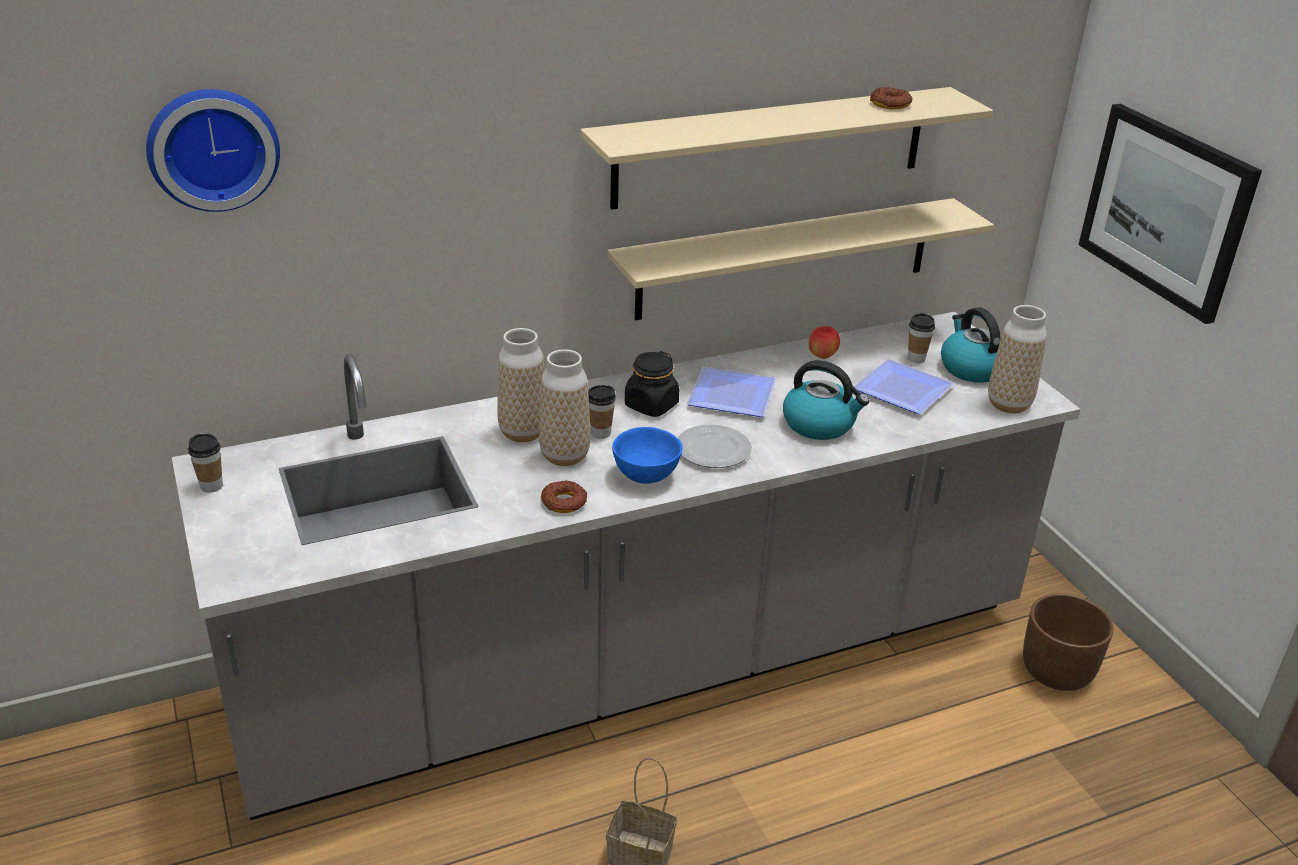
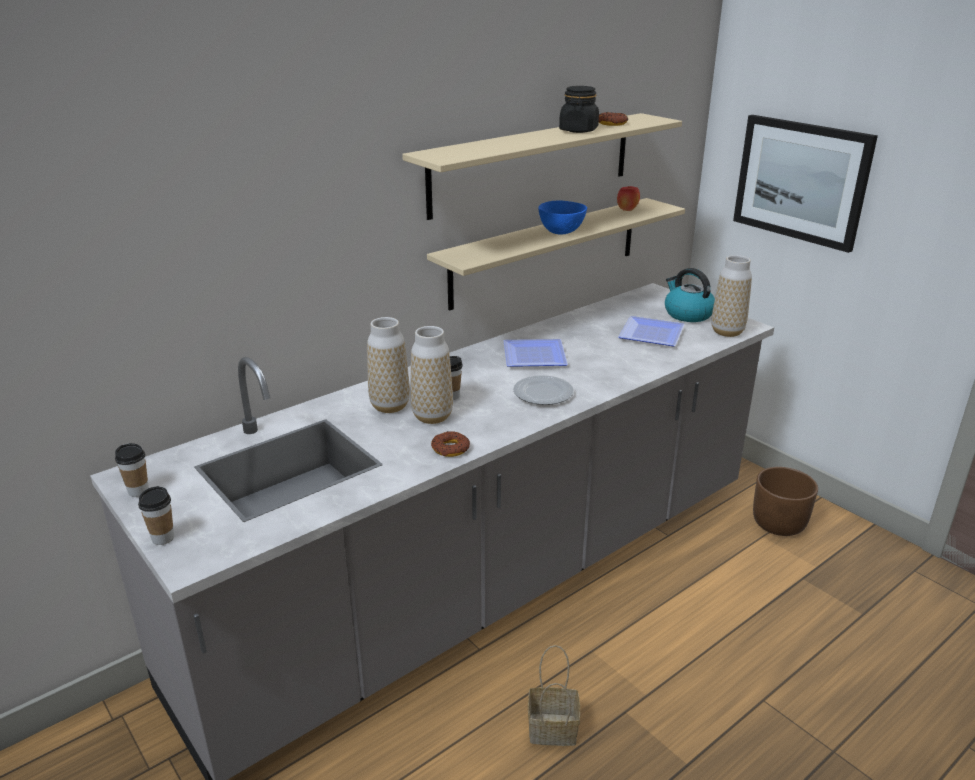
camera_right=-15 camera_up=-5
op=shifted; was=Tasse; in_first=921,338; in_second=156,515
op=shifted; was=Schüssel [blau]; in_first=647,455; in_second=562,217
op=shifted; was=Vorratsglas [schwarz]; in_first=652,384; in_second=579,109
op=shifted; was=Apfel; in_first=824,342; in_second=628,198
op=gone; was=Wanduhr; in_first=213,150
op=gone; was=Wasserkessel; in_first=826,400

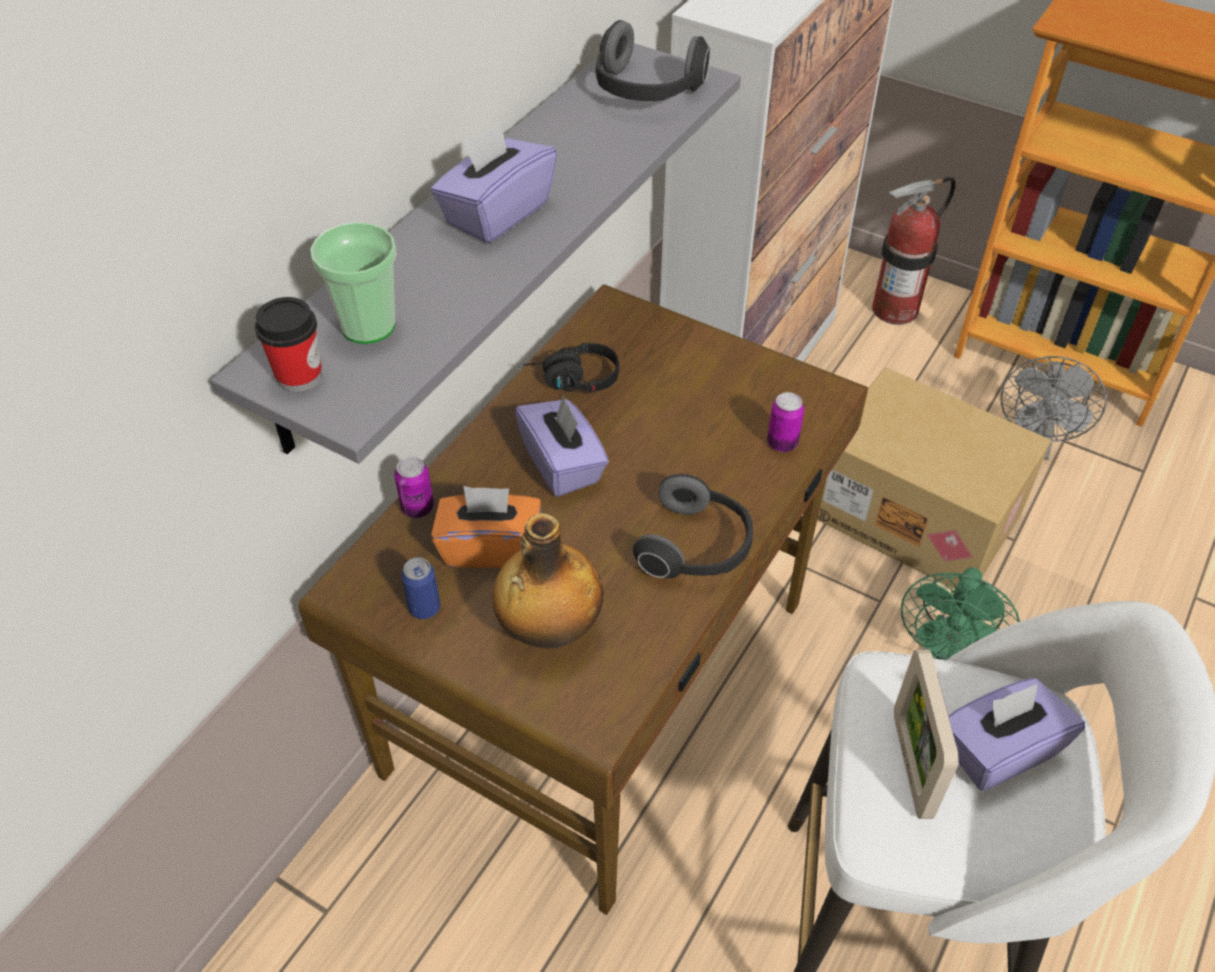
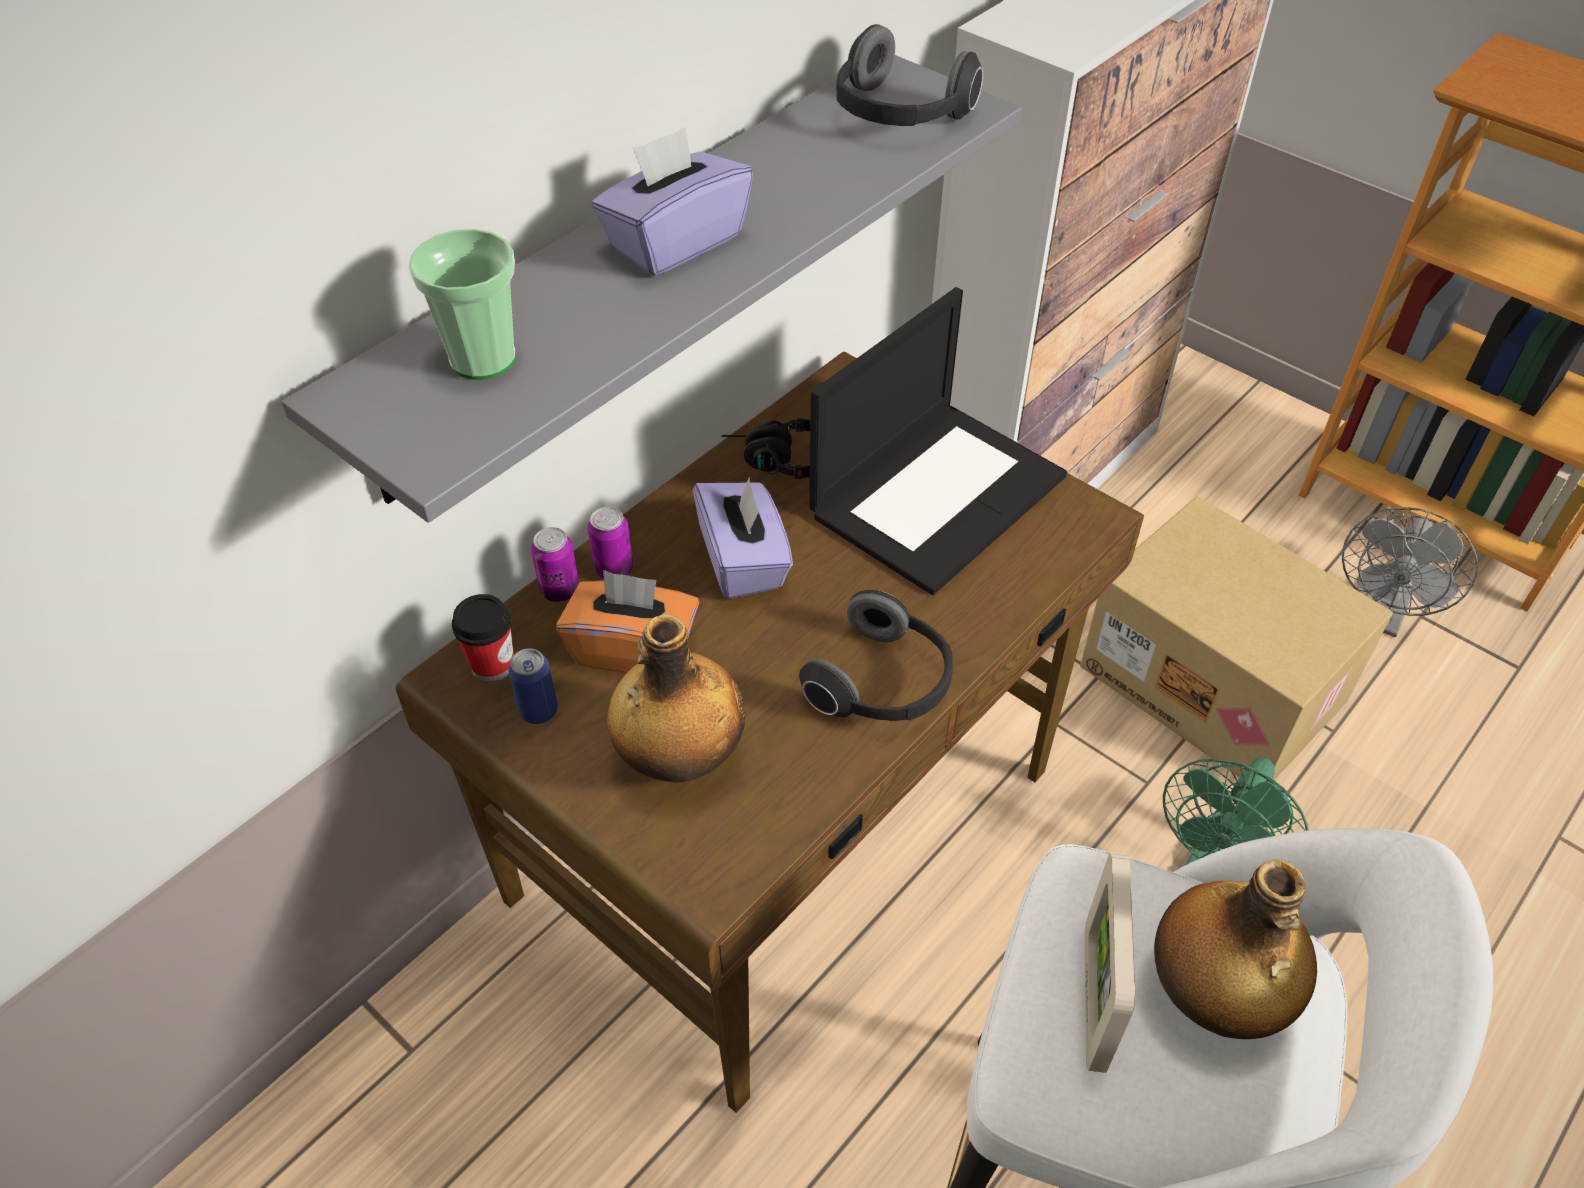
camera_right=10 camera_up=0
op=shifted; was=Tasse; in_first=288,344; in_second=483,638
op=shifted; was=Dose; in_first=785,422; in_second=610,543
op=new; now=Laptop; in_second=938,441
op=swapped; was=Taschentuchbox [lila]; now=Flasche; in_first=1016,734; in_second=1235,949
op=gone; was=Feuerlöscher; in_first=913,250

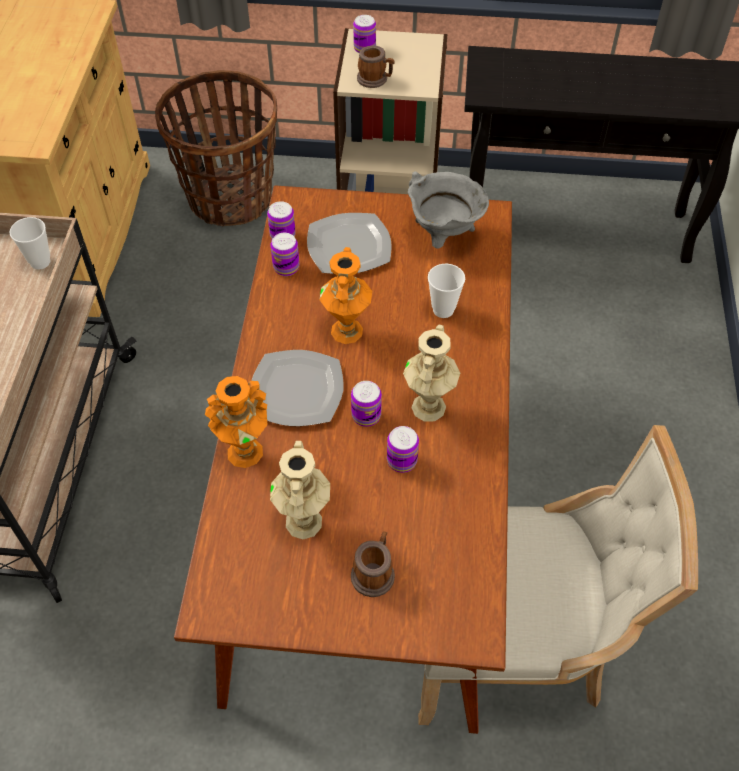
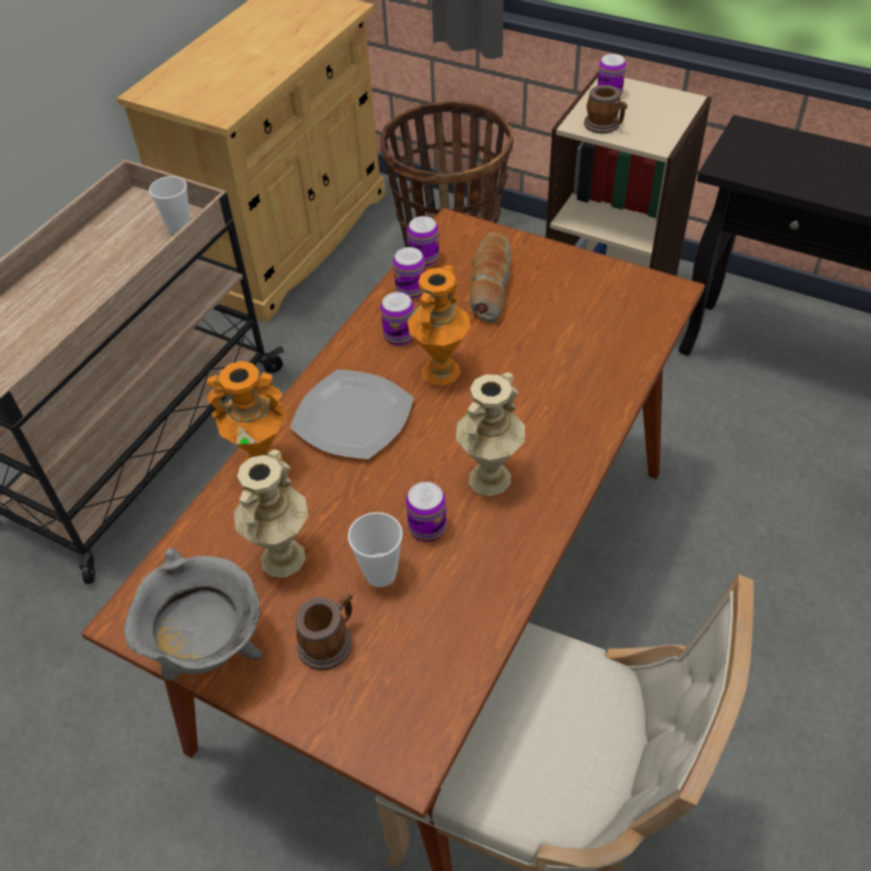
camera_right=25 camera_up=-5
op=shifted; was=Kochtopf [grau]; in_first=448,209; in_second=193,614
op=shifted; was=Tasse; in_first=446,291; in_second=375,549
op=shifted; was=Dose; in_first=366,404; in_second=397,319
op=swapped; was=Teller; now=Brot; in_first=349,243; in_second=491,277

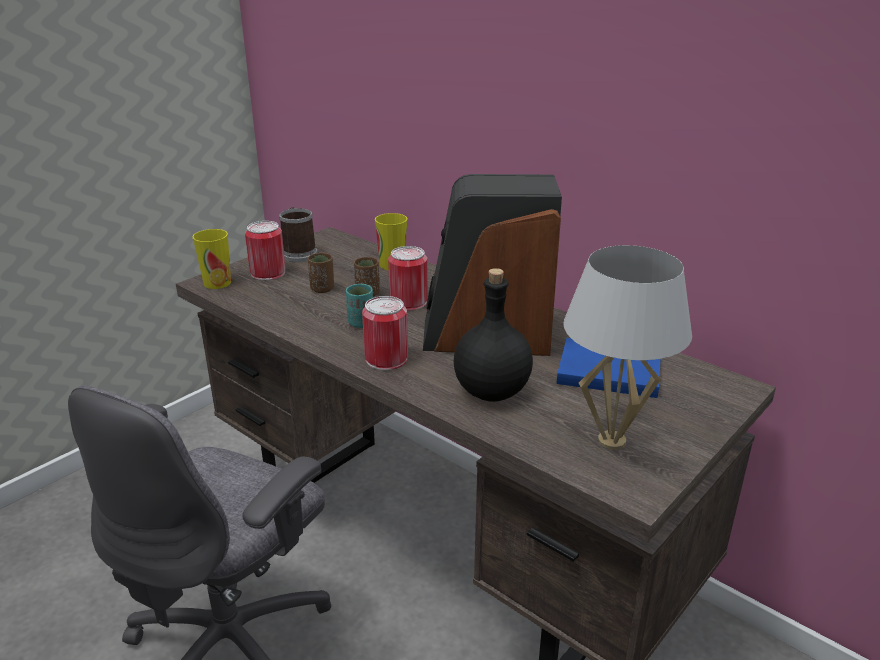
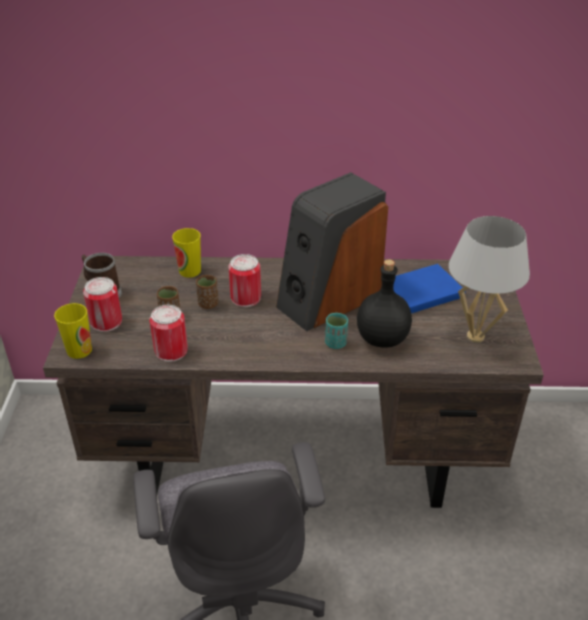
camera_right=-40 camera_up=10
op=shifted; was=Dose; in_first=385,333; in_second=168,333
op=shifted; was=Tasse [türkis]; in_first=359,306; in_second=336,331

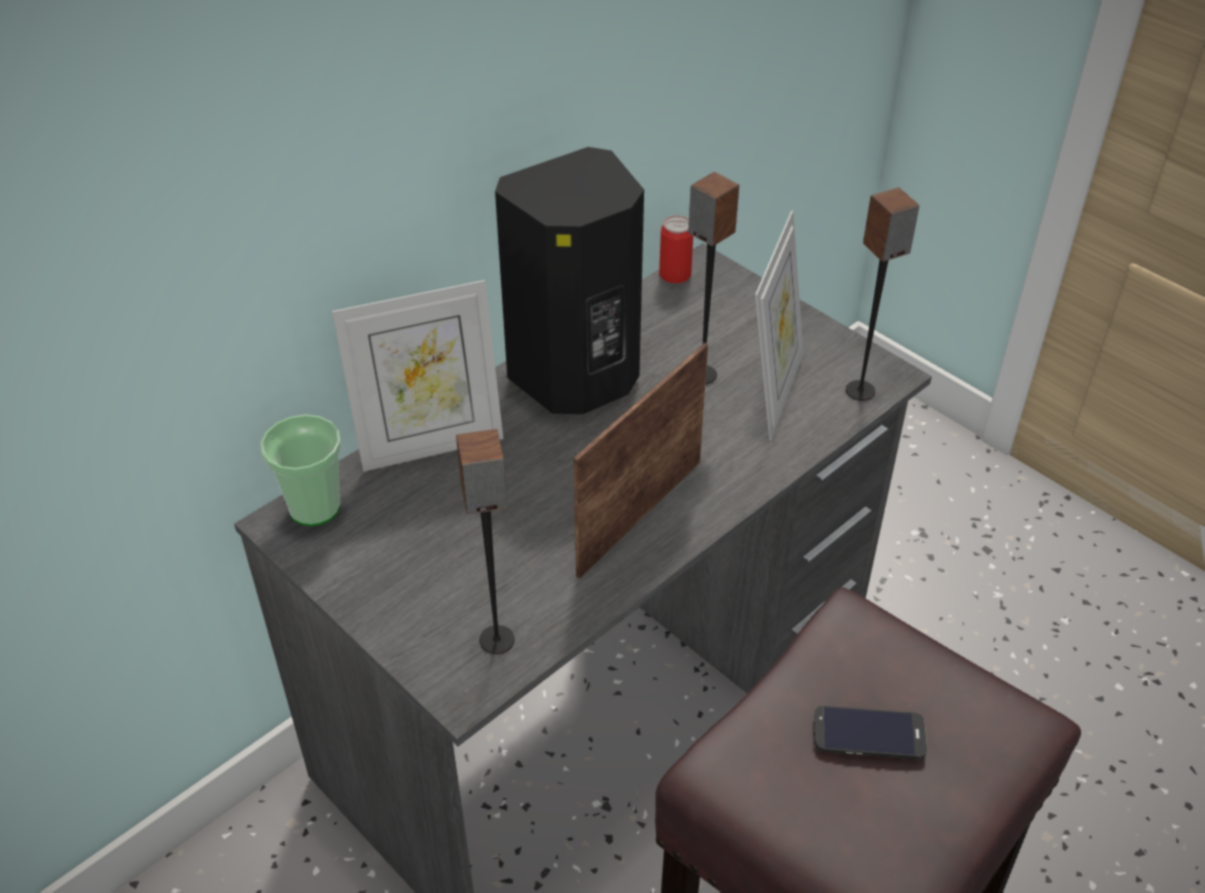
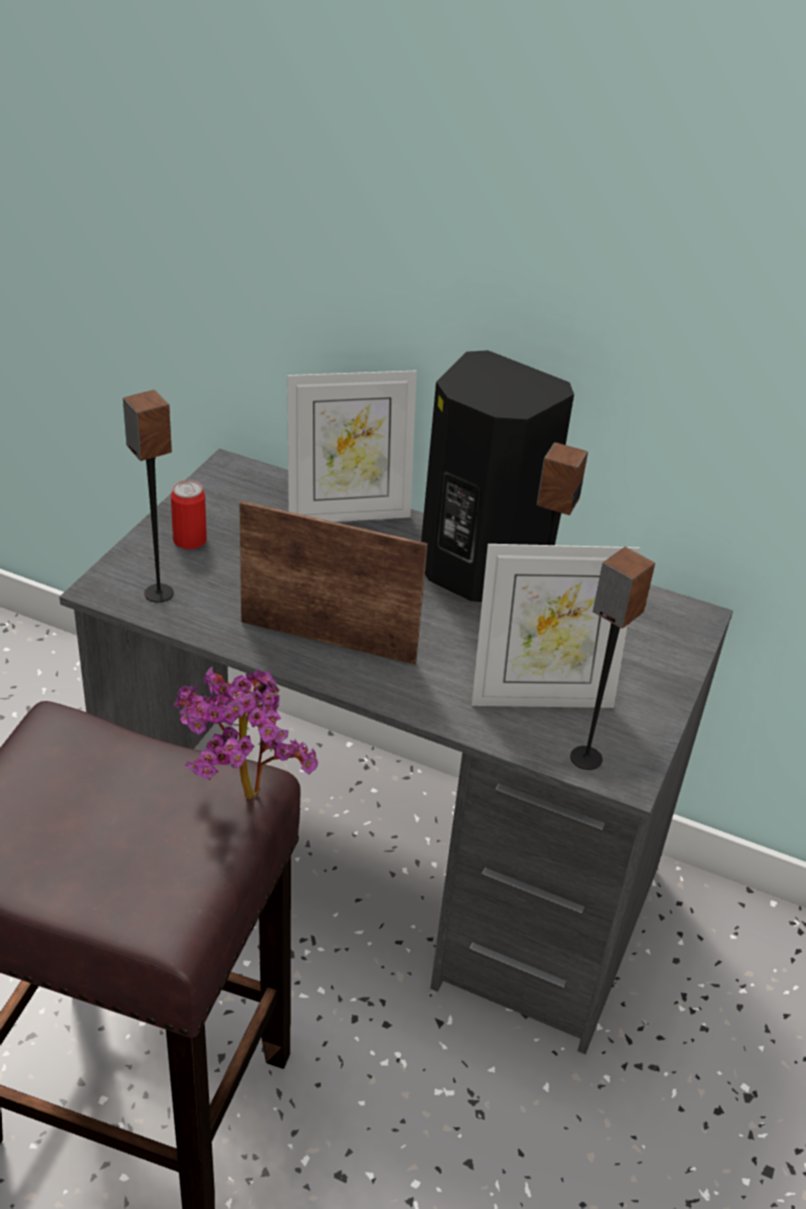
camera_right=65 camera_up=-5
op=shifted; was=Dose; in_first=676,249; in_second=189,515
op=new; now=Topfpflanze; in_second=245,732
op=rotated; was=Bilderrahmen; in_first=417,376; in_second=352,446; clockwise=-60
op=gone; was=Tasse; in_first=300,470
op=gone; was=Handy; in_first=870,732

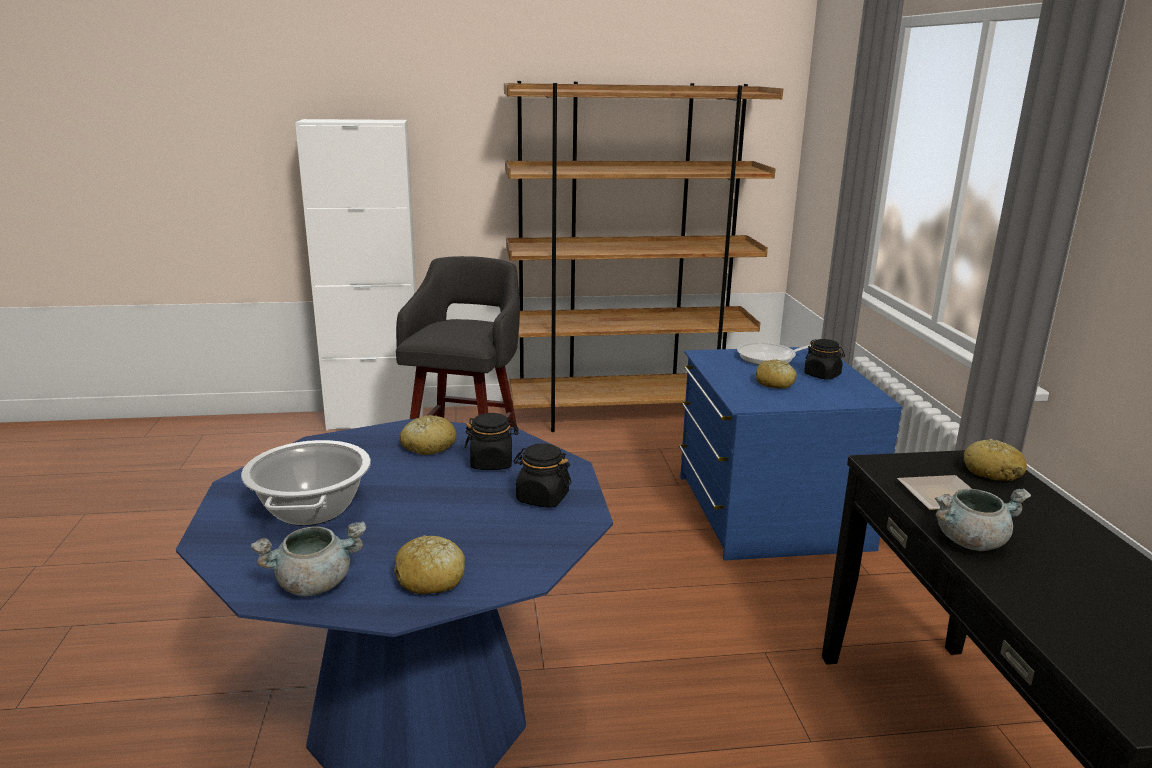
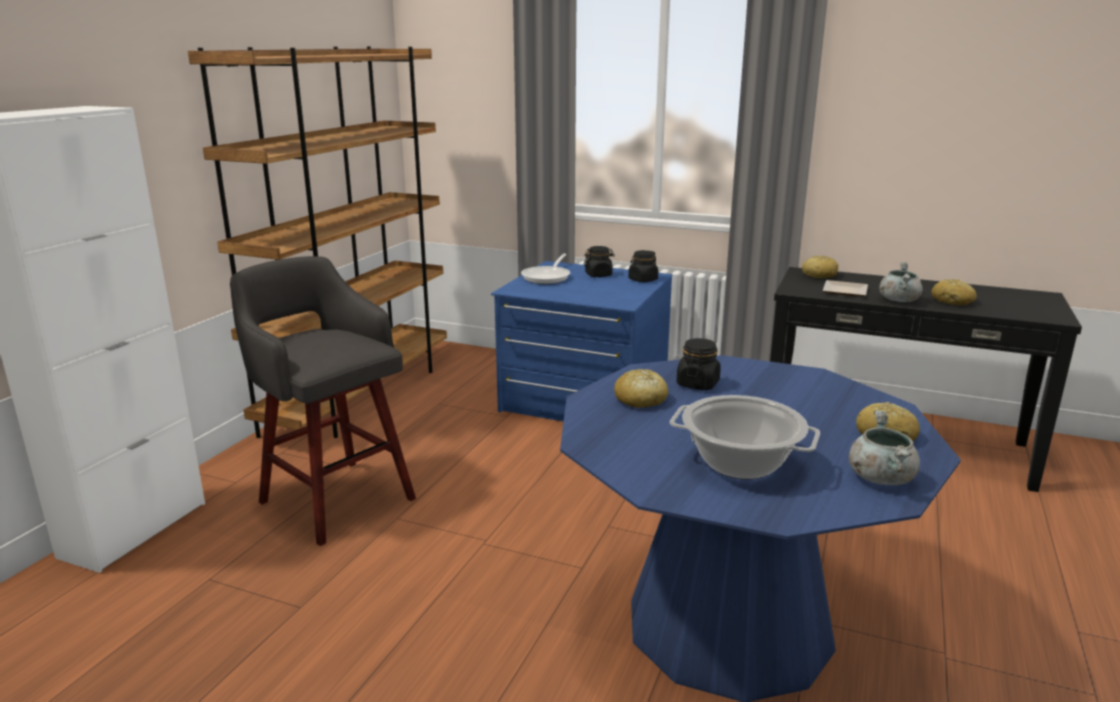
camera_right=-60 camera_up=0
op=shifted; was=Vorratsglas [schwarz]; in_first=542,475; in_second=643,266
op=shifted; was=Brot; in_first=776,374; in_second=954,292

